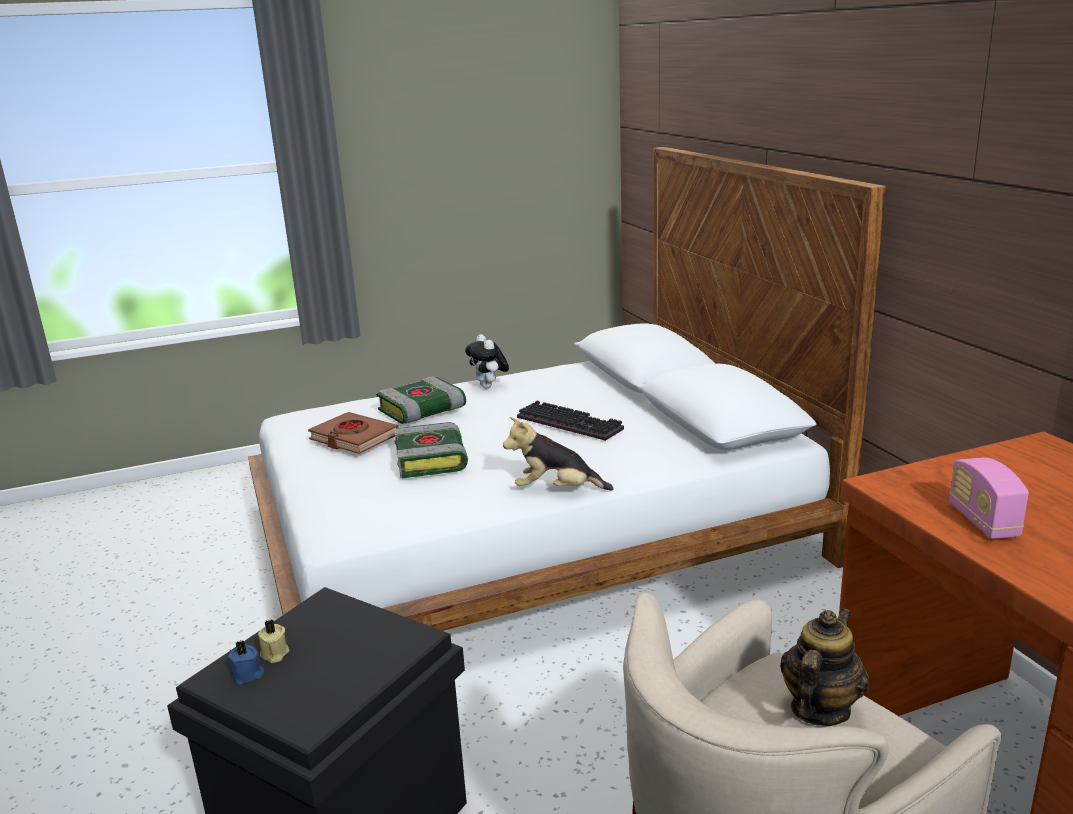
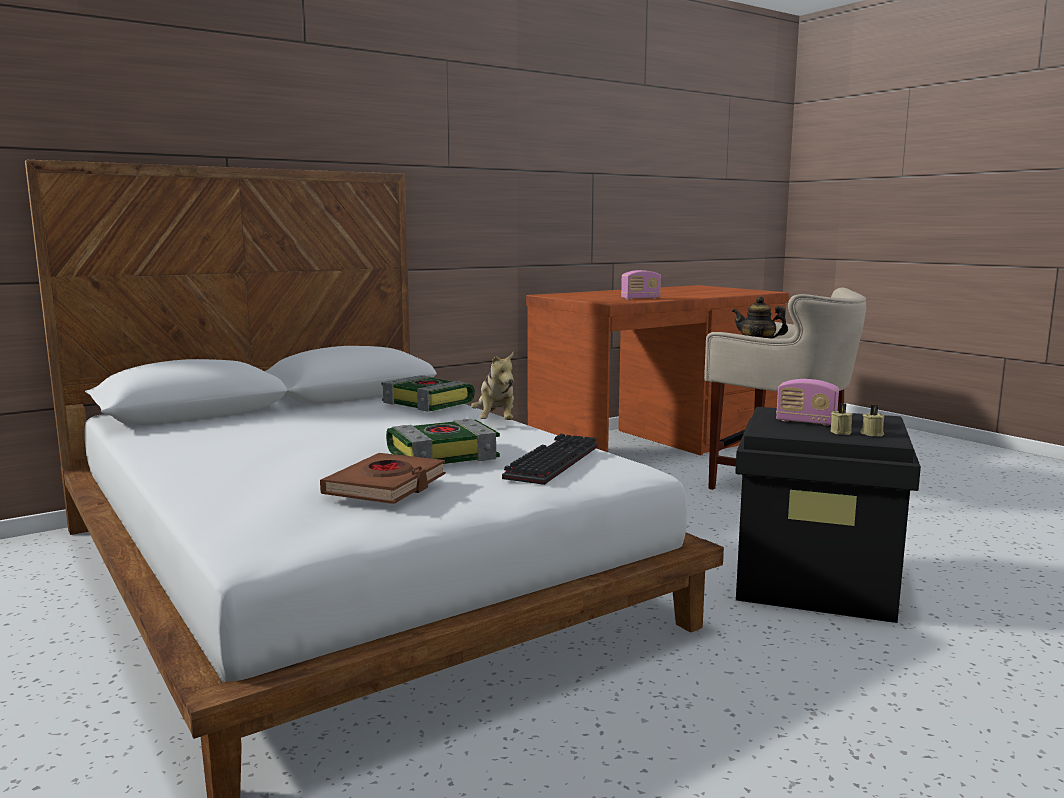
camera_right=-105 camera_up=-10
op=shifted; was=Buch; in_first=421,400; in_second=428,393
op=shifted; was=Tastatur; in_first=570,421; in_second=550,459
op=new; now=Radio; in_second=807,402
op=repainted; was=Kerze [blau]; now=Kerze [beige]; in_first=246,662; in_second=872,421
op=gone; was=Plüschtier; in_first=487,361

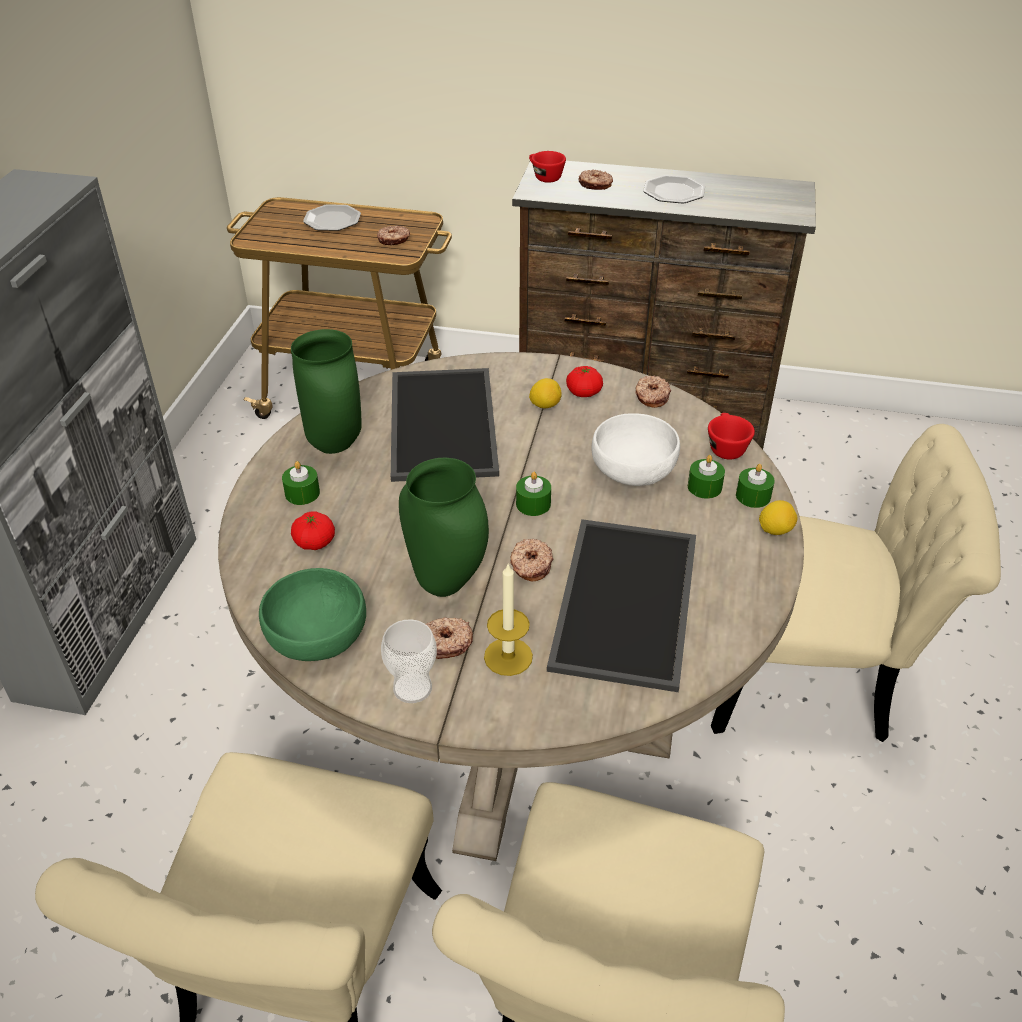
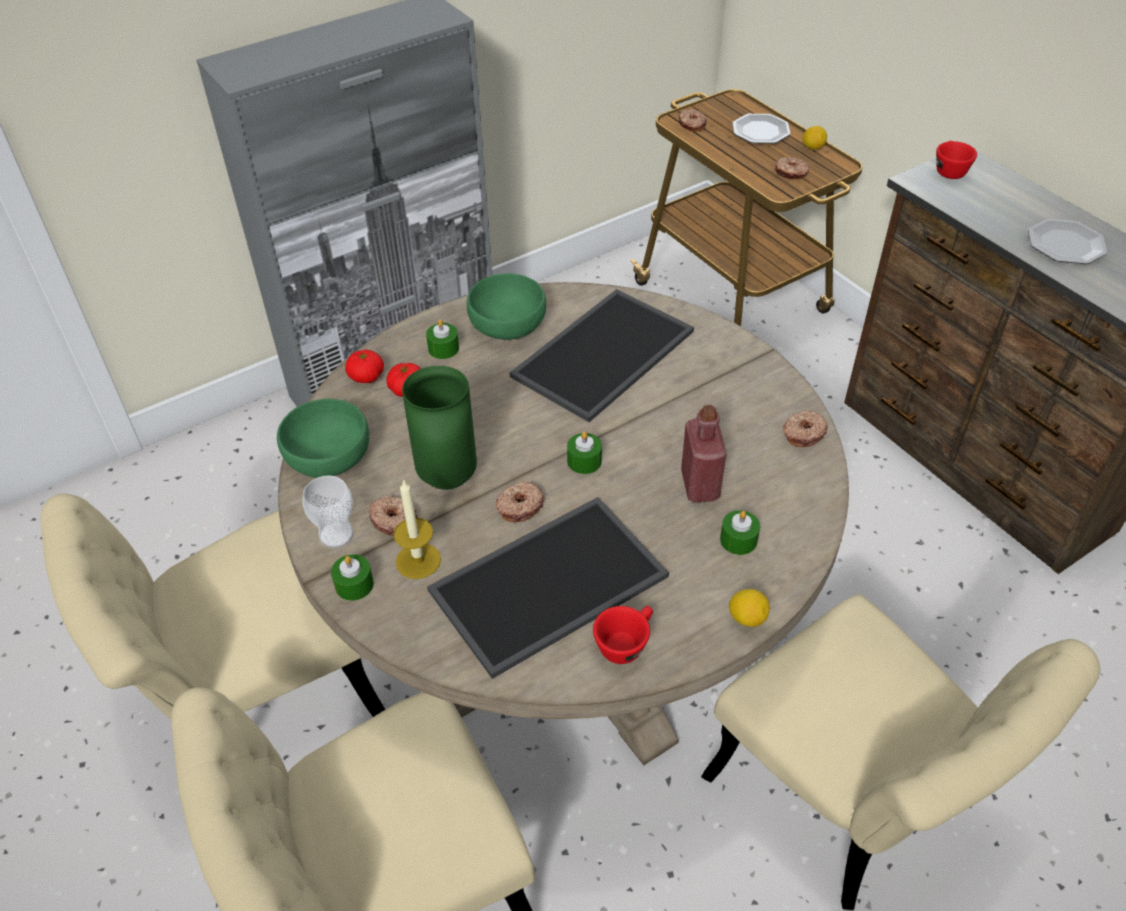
camera_right=45 camera_up=5
op=shifted; was=Kerze [grün]; in_first=755,486; in_second=352,577
op=shifted; was=Tomate; in_first=584,381; in_second=364,366
op=swapped; was=Vase [grün]; now=Schüssel [grün]; in_first=326,391; in_second=506,306
op=shifted; was=Tasse [rot]; in_first=731,436; in_second=623,635
op=shifted; was=Donut; in_first=595,179; in_second=693,120
op=swapped; was=Schüssel [weiß]; now=Flasche [rot]; in_first=635,449; in_second=704,453
op=shifted; was=Zitrone; in_first=545,393; in_second=815,138

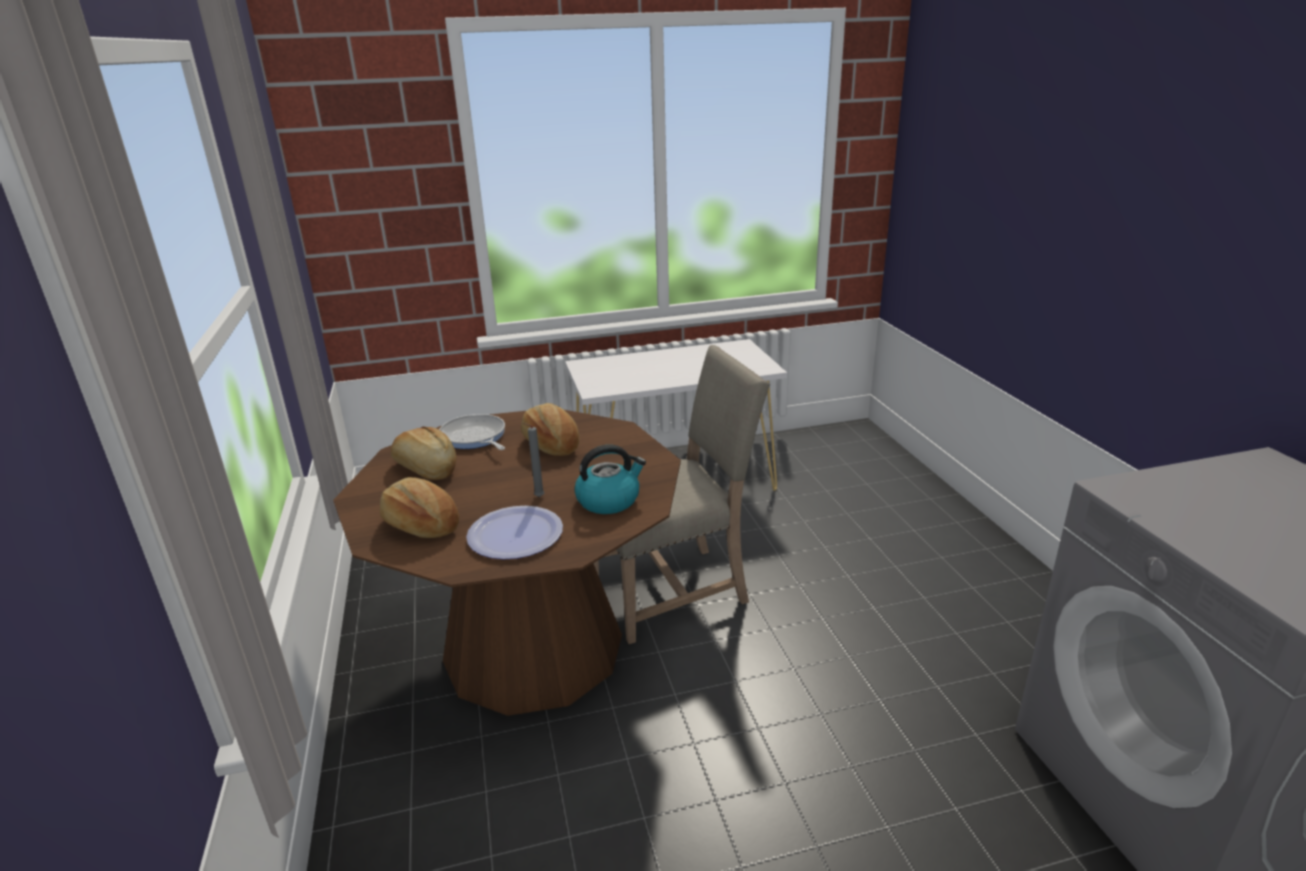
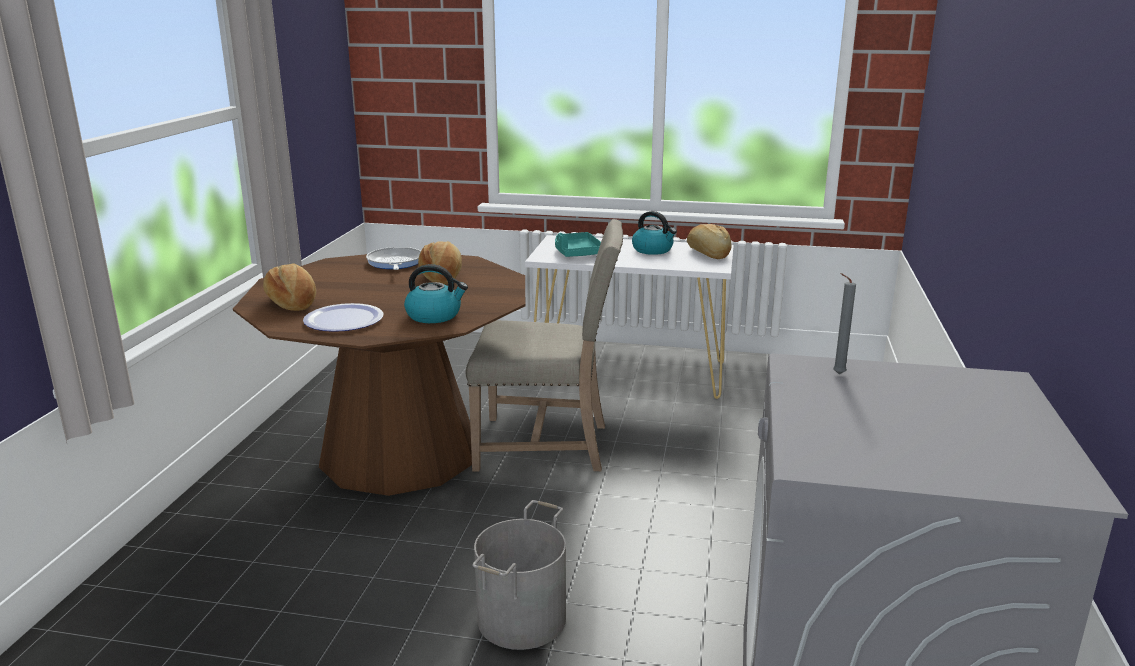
camera_right=25 camera_up=-5
op=new; now=Eimer [grau]; in_second=519,575
op=new; now=Tablett [türkis]; in_second=578,244
op=new; now=Wasserkessel; in_second=654,233
op=shifted; was=Brot; in_first=424,453; in_second=709,241
op=shifted; was=Kerze [grau]; in_first=533,460; in_second=844,323

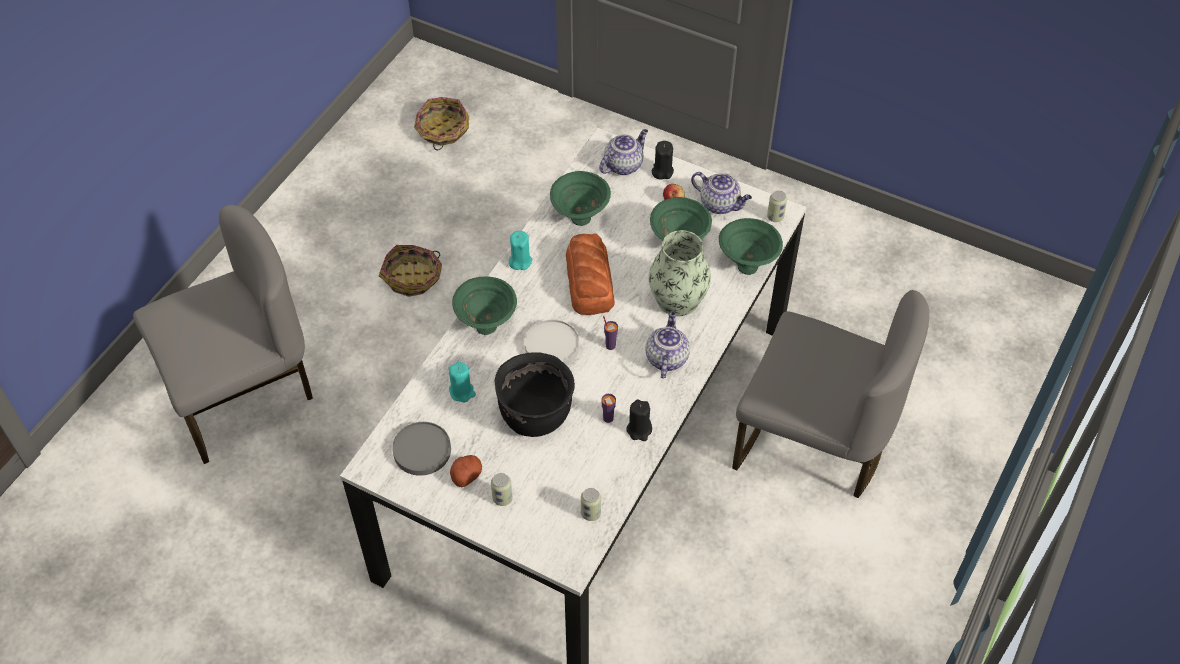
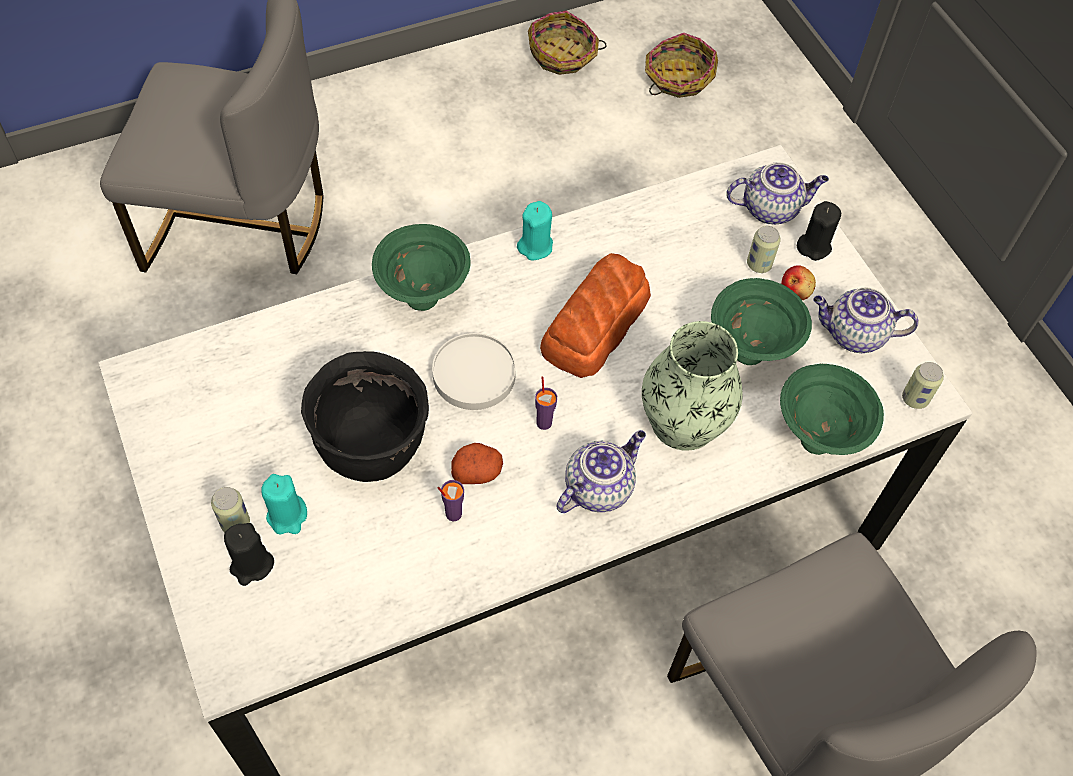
camera_right=35 camera_up=5
op=shifted; was=Kerze [schwarz]; in_first=639,420; in_second=249,554
op=shifted; was=Kerze [türkis]; in_first=462,382; in_second=284,504
op=shifted; was=Kartoffel; in_first=466,471; in_second=477,463
op=shifted; was=Korb; in_first=410,271; in_second=567,43
op=shifted; was=Dose; in_first=591,504; in_second=764,249
op=rotated; was=Teekanne; in_first=721,193; in_second=866,320; clockwise=120
op=gone; was=Teller [grau]; in_first=421,449
op=gone; was=Schüssel [grün]; in_first=580,198

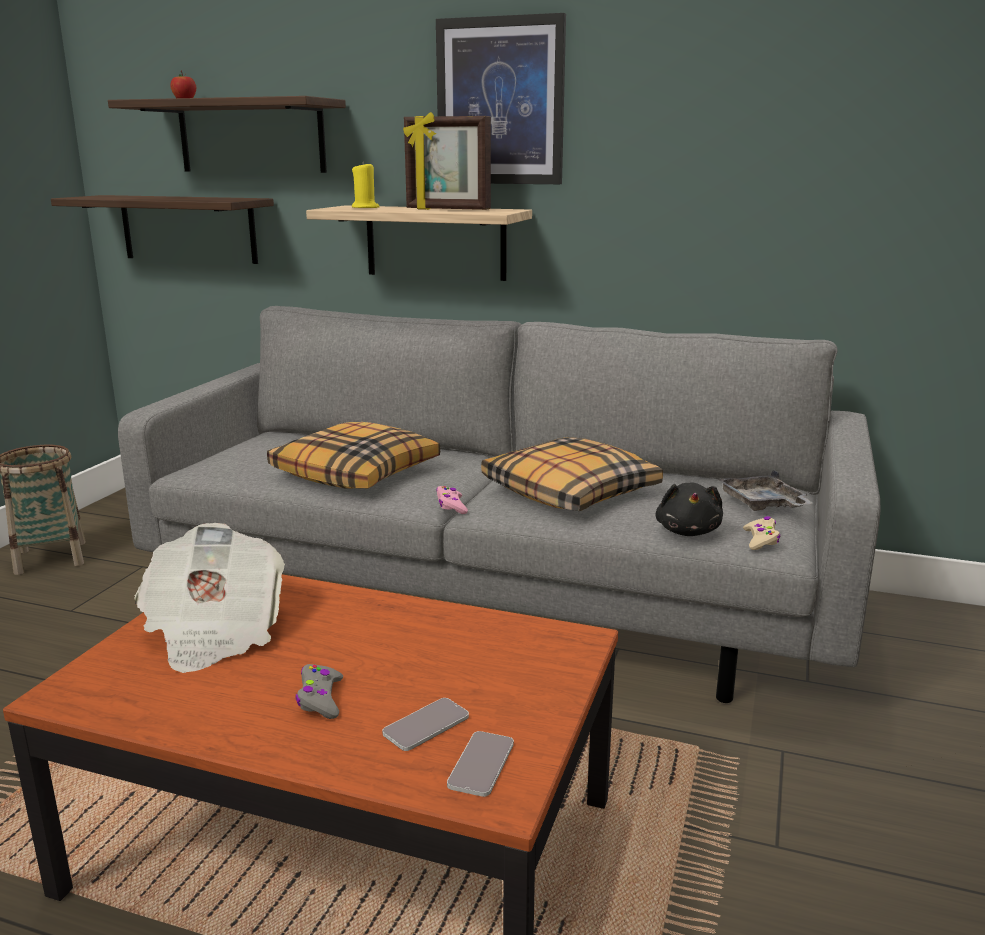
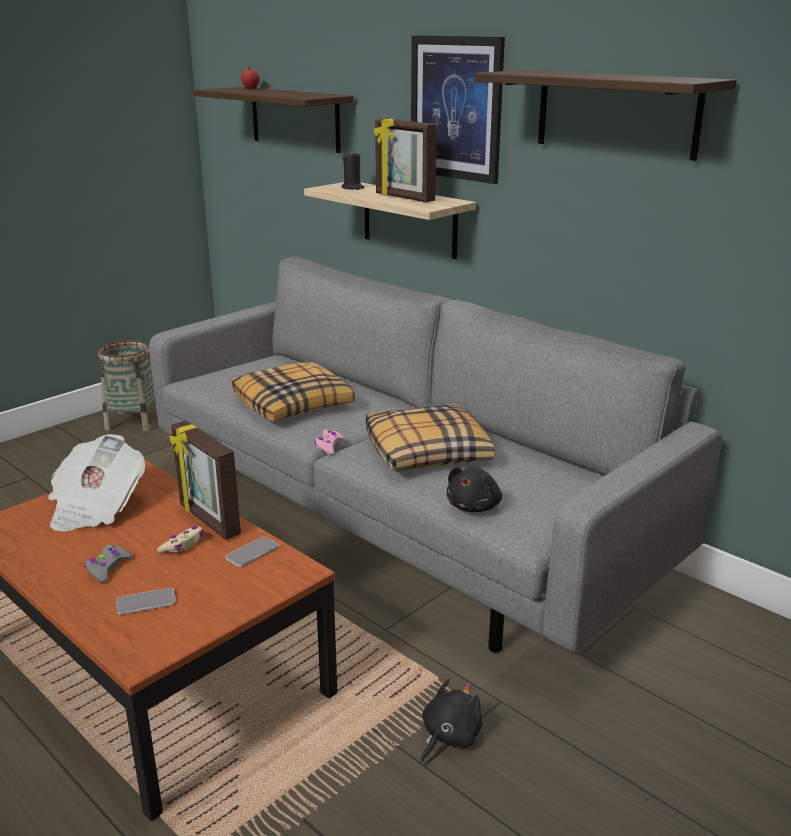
camera_right=25 camera_up=5
op=shifted; was=Gamepad [beige]; in_first=761,533; in_second=180,539
op=new; now=Bilderrahmen; in_second=205,480
op=shifted; was=Handy; in_first=480,764; in_second=252,551
op=repainted; was=Kerze [gelb]; now=Kerze [schwarz]; in_first=366,184; in_second=353,171
op=new; now=Plüschtier [schwarz]; in_second=451,720
op=shifted; was=Wandregal; in_first=162,229; in_second=605,115
op=gone; was=Tablett [grau]; in_first=765,490

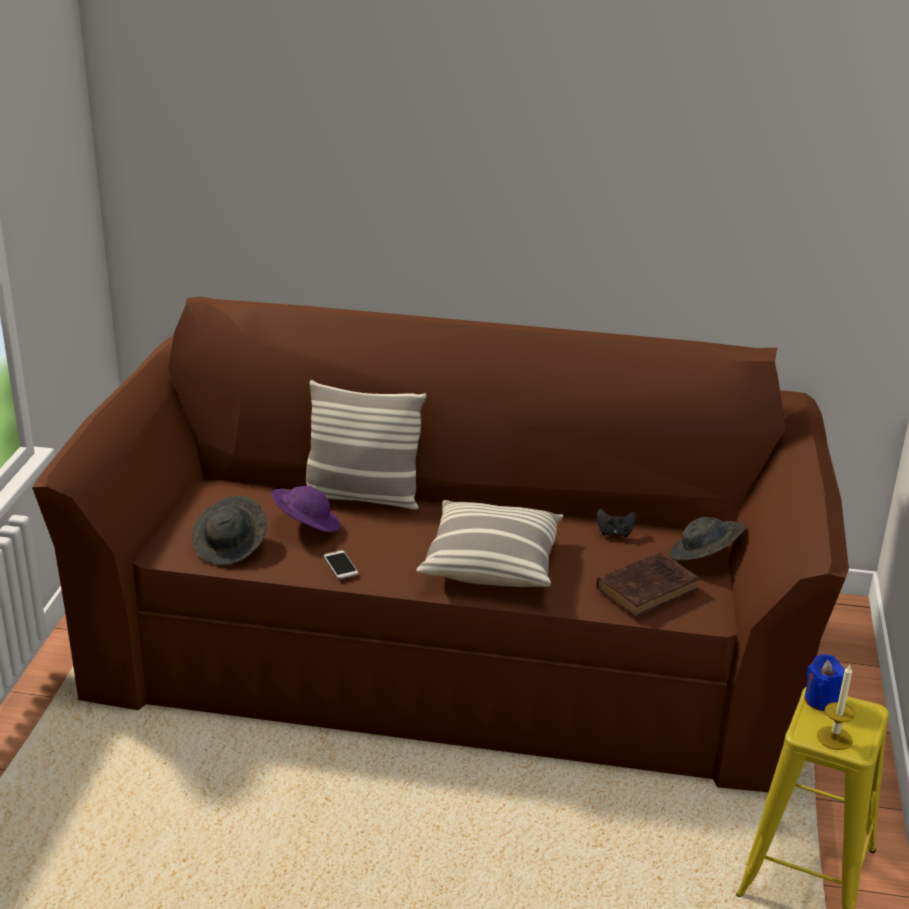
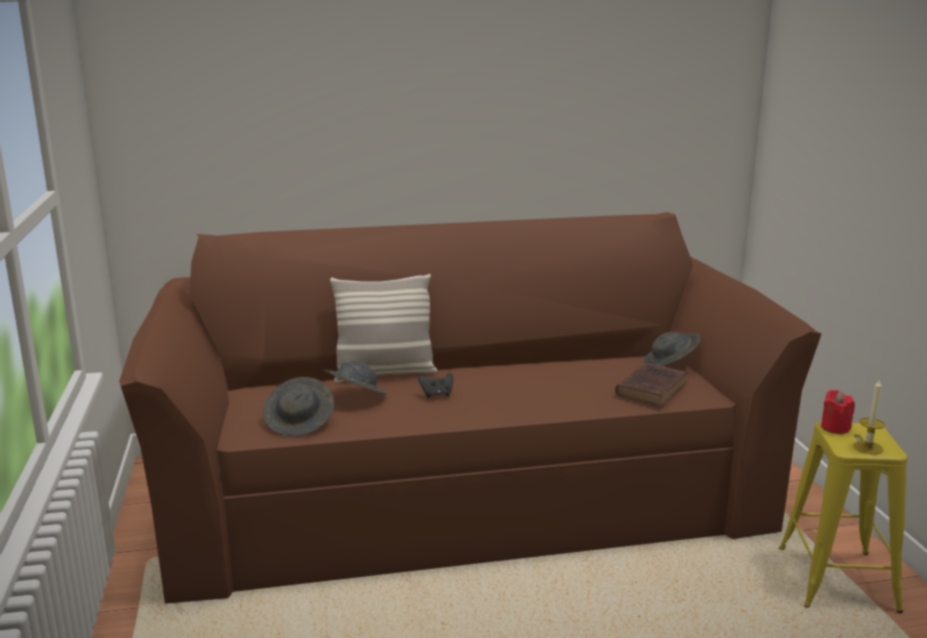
camera_right=-20 camera_up=-10
op=repainted; was=Hut [lila]; now=Hut [grau]; in_first=305,509; in_second=355,377
op=shifted; was=Gamepad [schwarz]; in_first=617,523; in_second=436,385
op=repainted; was=Kerze [blau]; now=Kerze [rot]; in_first=825,682; in_second=838,412
op=gone; was=Handy; in_first=341,564
op=gone; was=Kissen; in_first=489,543

